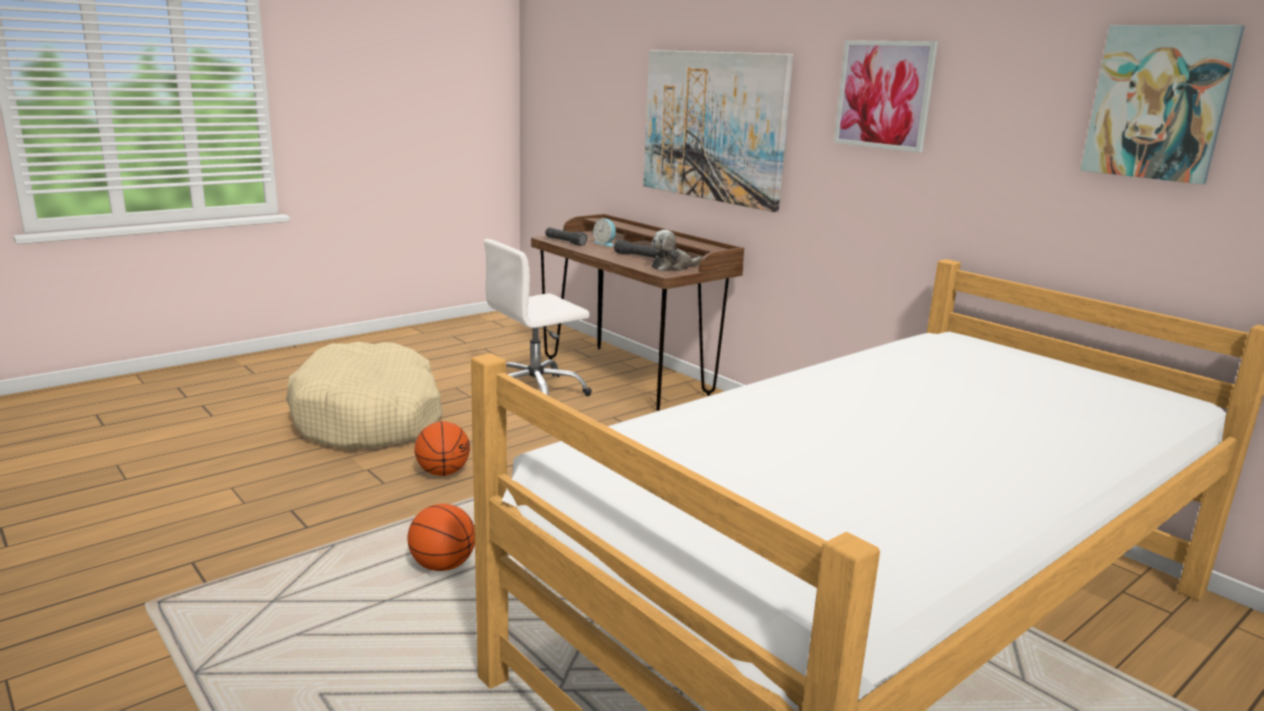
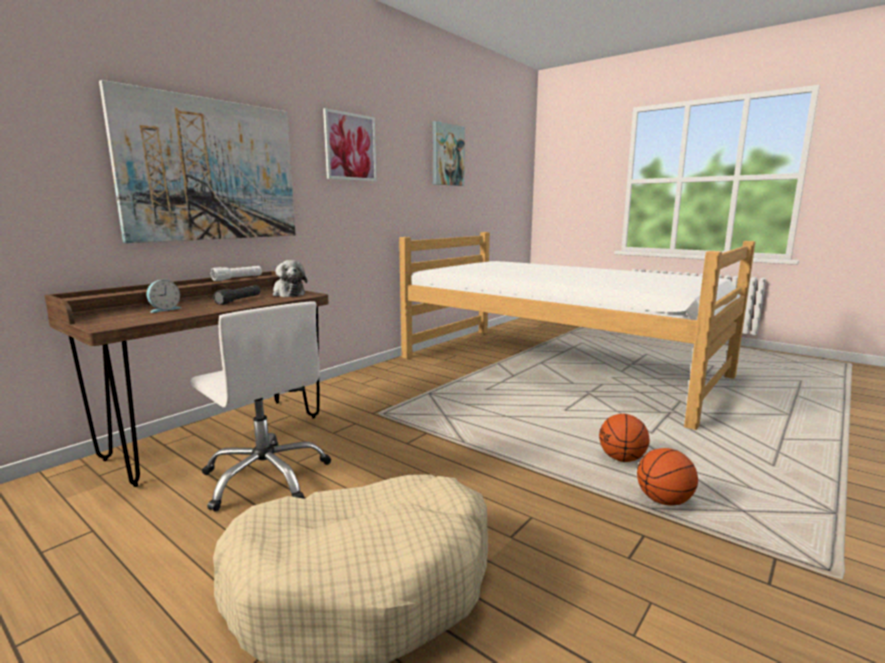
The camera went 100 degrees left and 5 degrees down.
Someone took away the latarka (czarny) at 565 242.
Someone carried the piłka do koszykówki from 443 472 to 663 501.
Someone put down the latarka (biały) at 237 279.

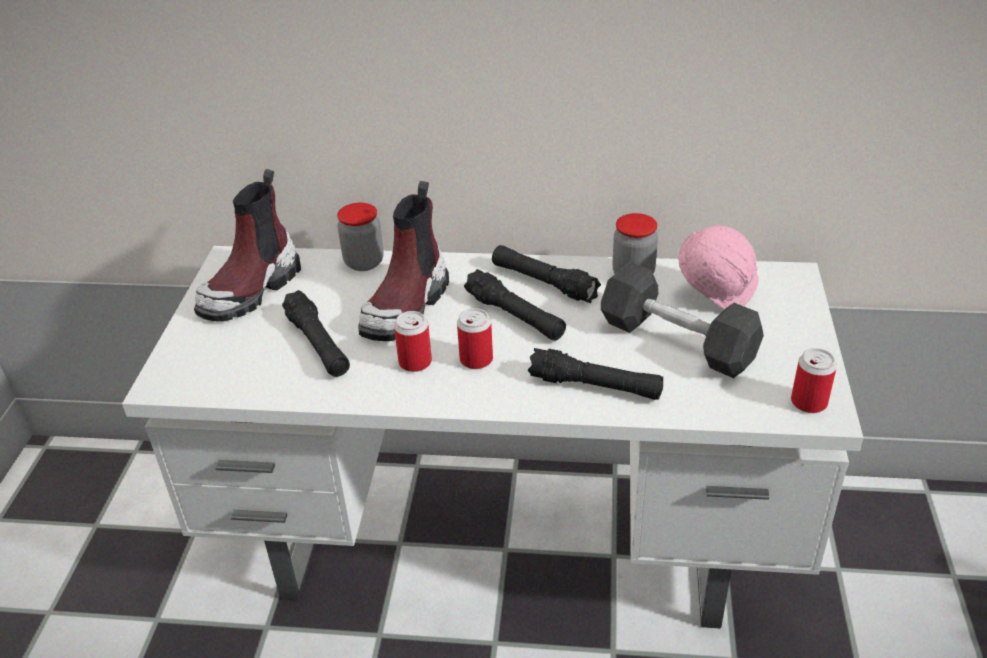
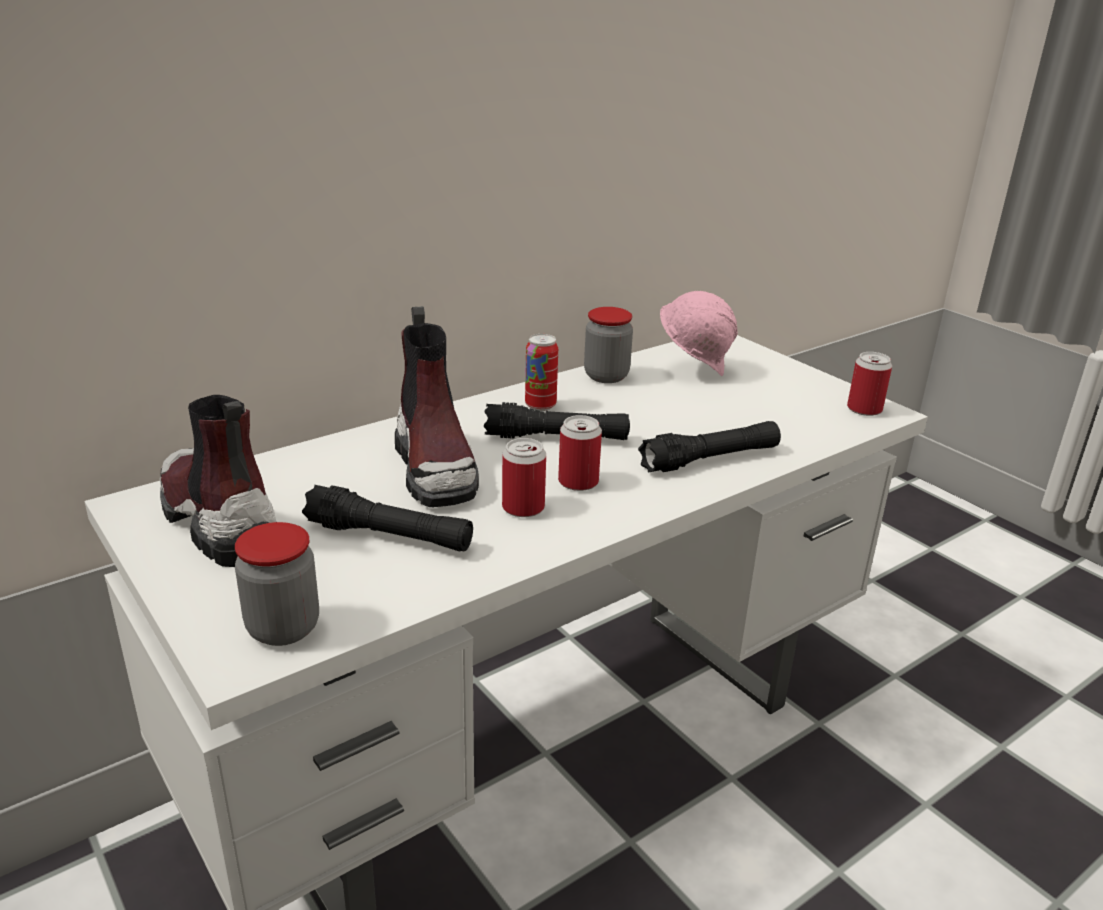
The camera went 45 degrees left and 10 degrees down.
Someone rotated the but z cholewką at 252 290 by 150 degrees clockwise.
Someone carried the słoik from 364 262 to 283 628.
Someone swapped the latarka (czarny) at 544 283 for the puszka at 540 406.
Someone took away the hantel (szary) at 677 341.

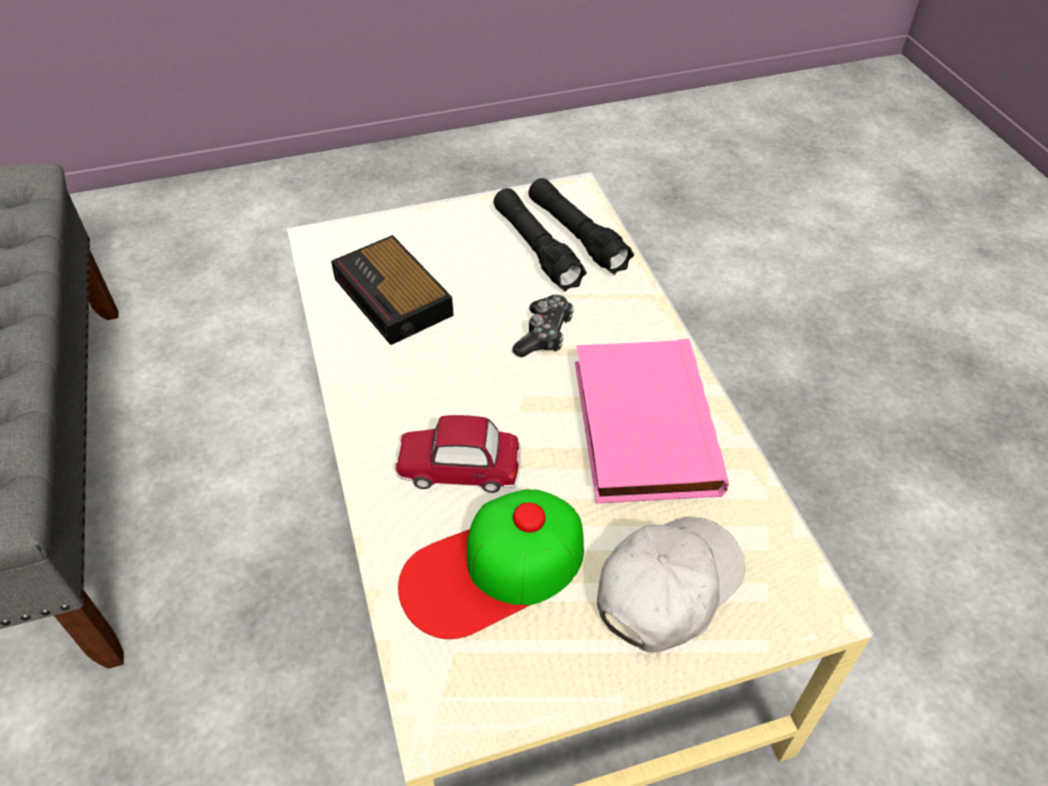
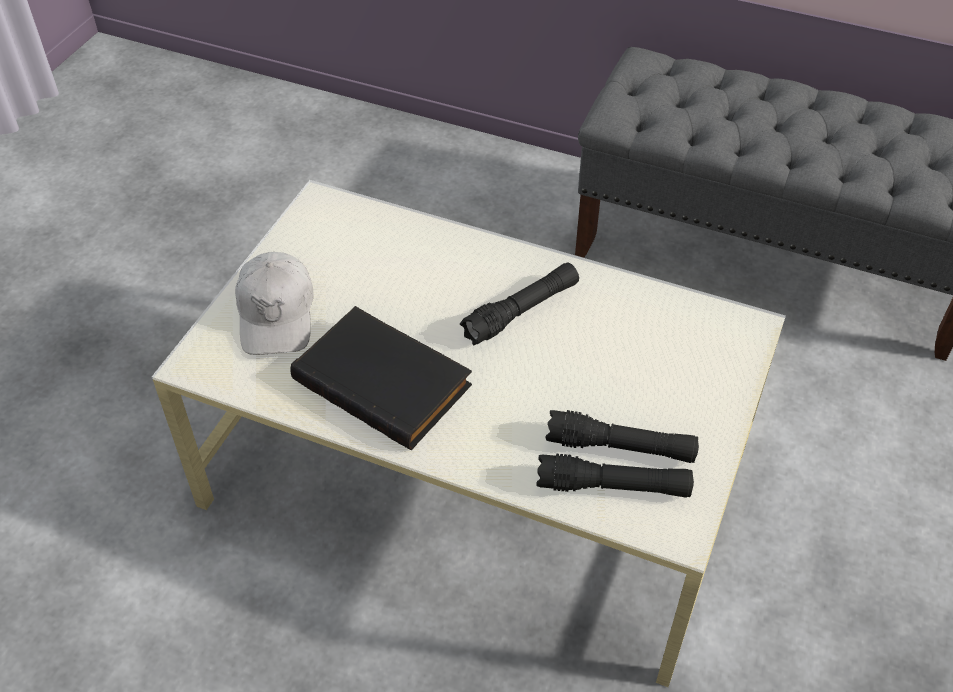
The camera went 130 degrees right and 0 degrees up.
Someone took away the budzik at 394 298.
Someone took away the pad do gier at 544 334.
Someone repainted the książka (różowy) at 640 425, which became the książka (czarny) at 385 381.
Someone took away the samochodzik at 459 467.
Someone took away the czapka z daszkiem at 493 570.
Someone put down the latarka (czarny) at 521 312.

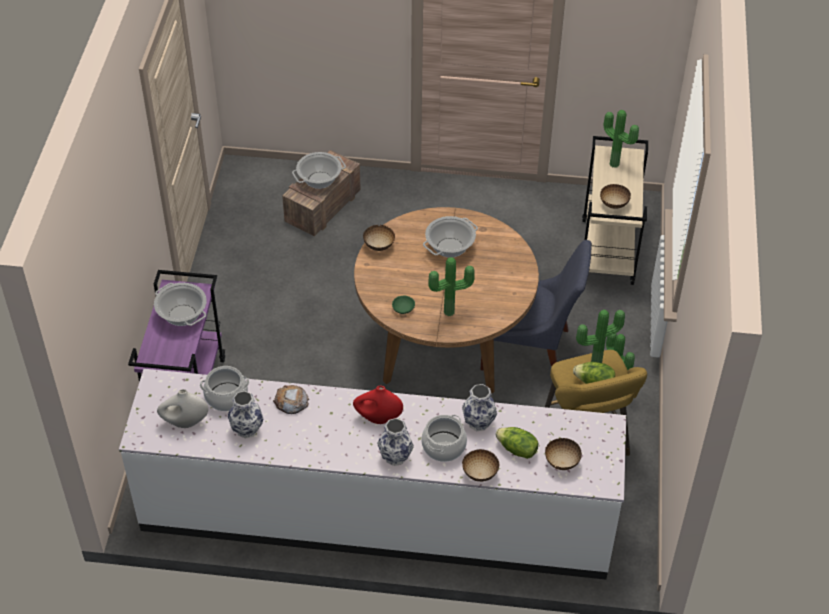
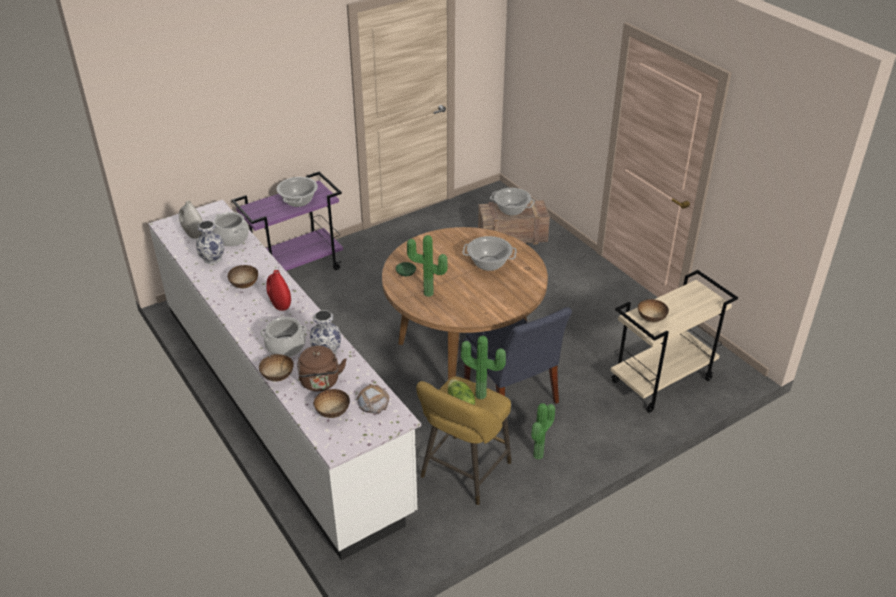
The camera went 50 degrees right and 10 degrees down.
Someone took away the roślina doniczkowa at 615 163.
Someone carried the miska from 379 246 to 244 285.
Someone carried the chleb from 291 401 to 373 402.
Someone took away the wazon at 395 457.
Someone swapped the sałata at 516 450 for the czajnik (brązowy) at 320 383.

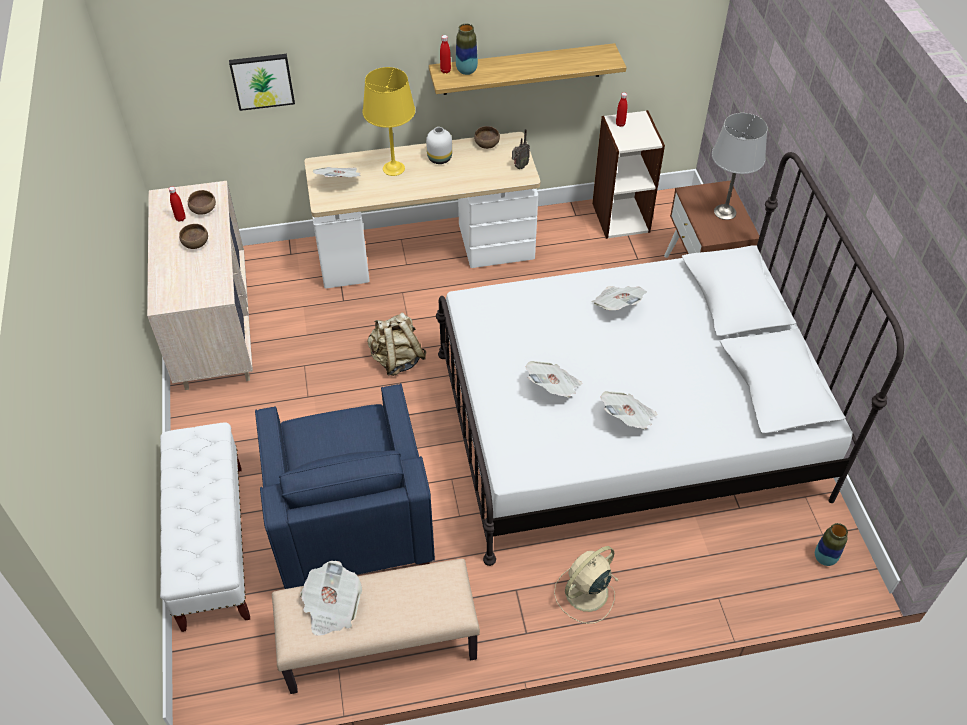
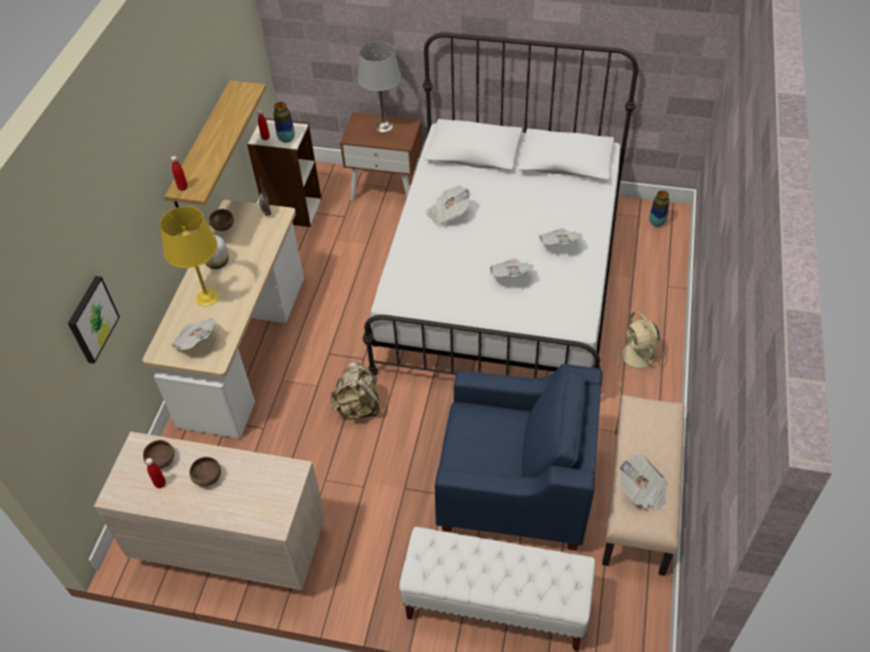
The camera went 65 degrees left and 0 degrees up.
Someone carried the wazon from 466 71 to 286 139.

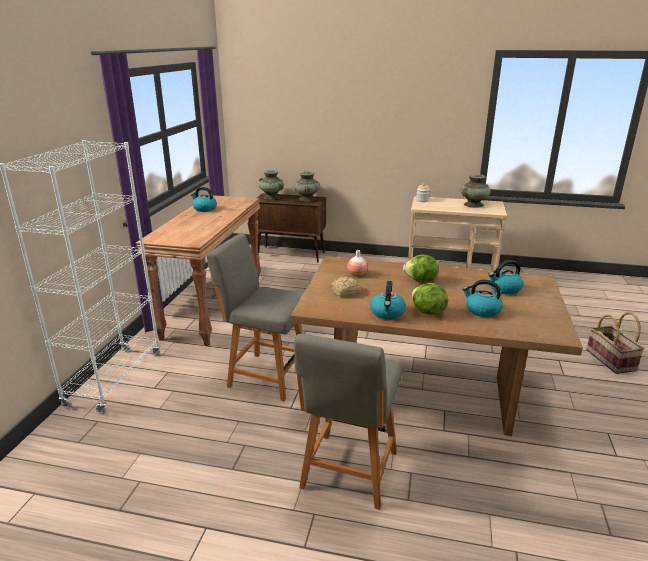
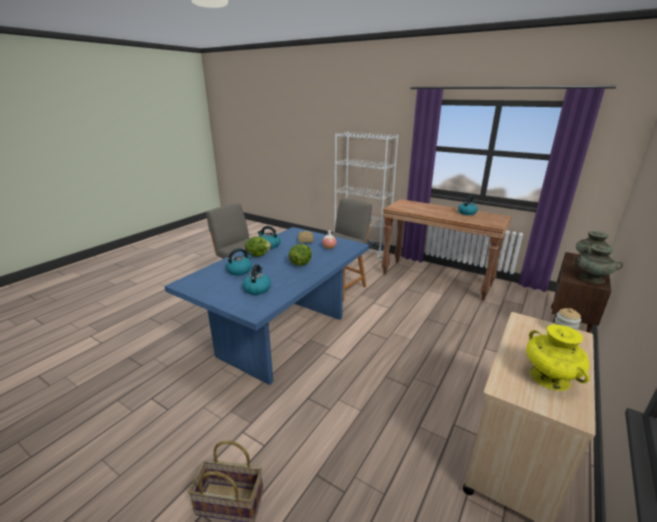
The camera went 110 degrees right and 0 degrees up.
Someone repainted the wazon (turkusowy) at 473 205, which became the wazon (żółty) at 549 377.
Someone repainted the stół jadalny (brązowy) at 421 394, which became the stół jadalny (niebieski) at 283 335.

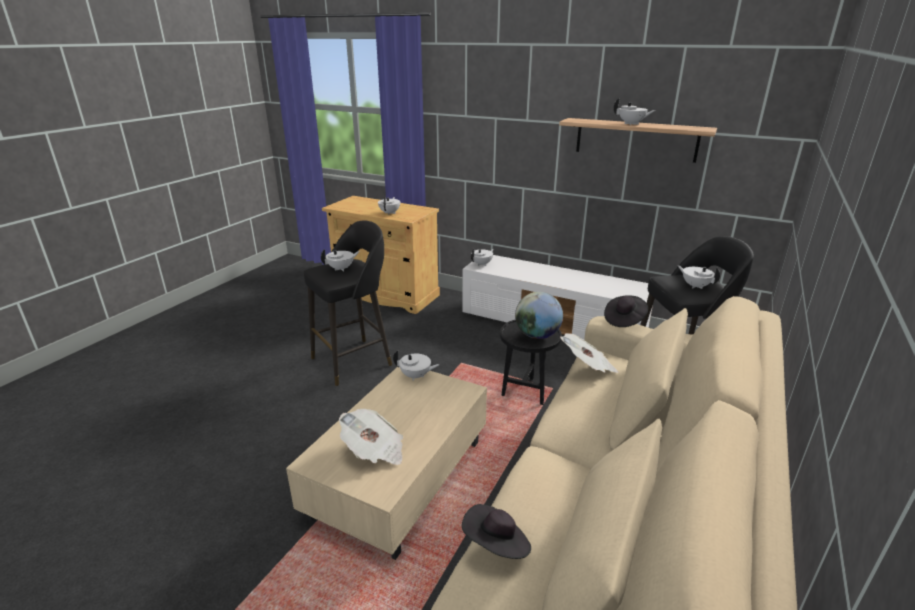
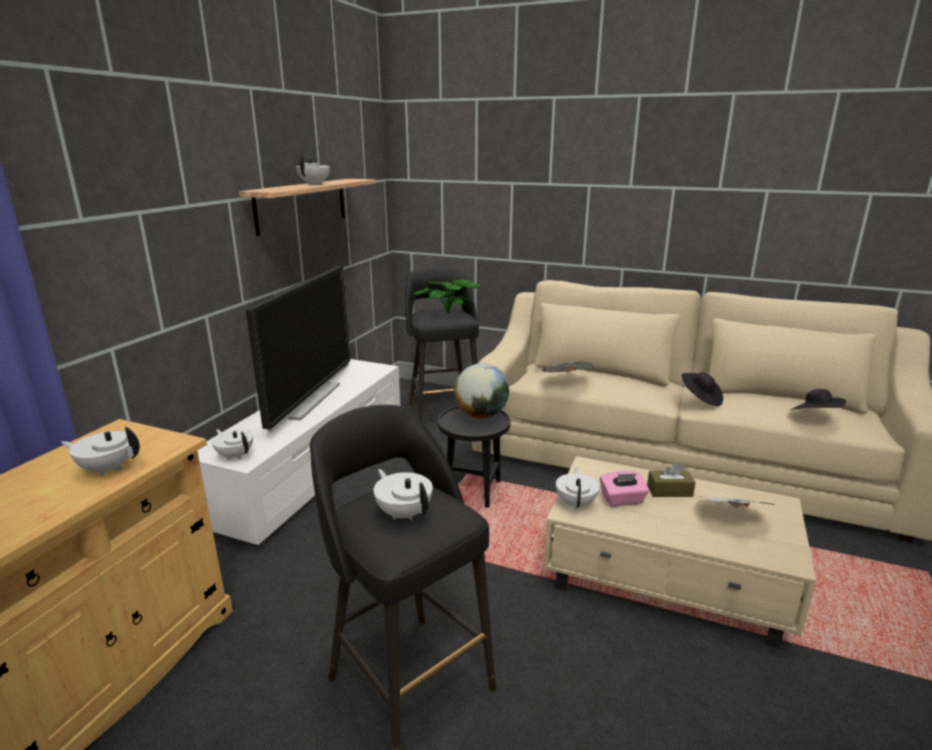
The camera went 95 degrees left and 5 degrees down.
Someone swapped the imbryk (biały) at 695 286 for the roślina doniczkowa at 447 314.
Someone carried the kapelusz (czarny) from 624 319 to 700 398.
Someone put down the telewizor at 308 400.
Someone put down the pudełko chusteczek (brązowy) at 669 491.
Someone put down the pudełko chusteczek (różowy) at 622 500.

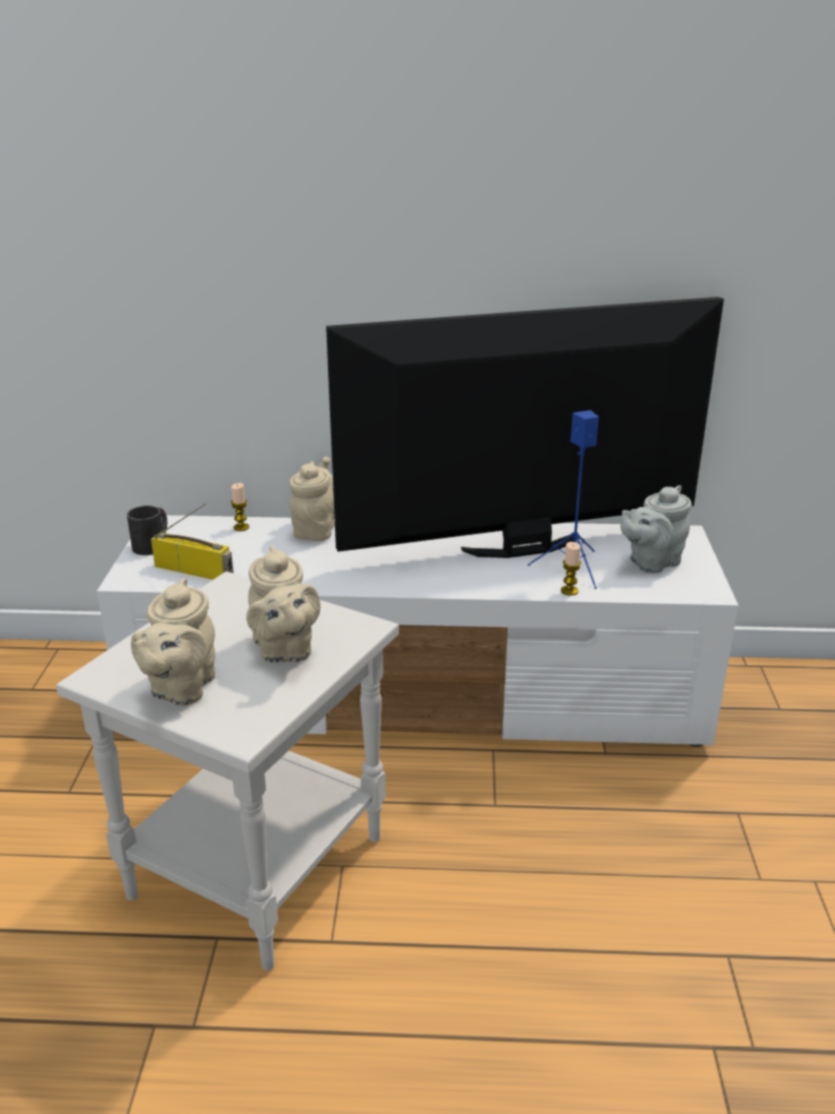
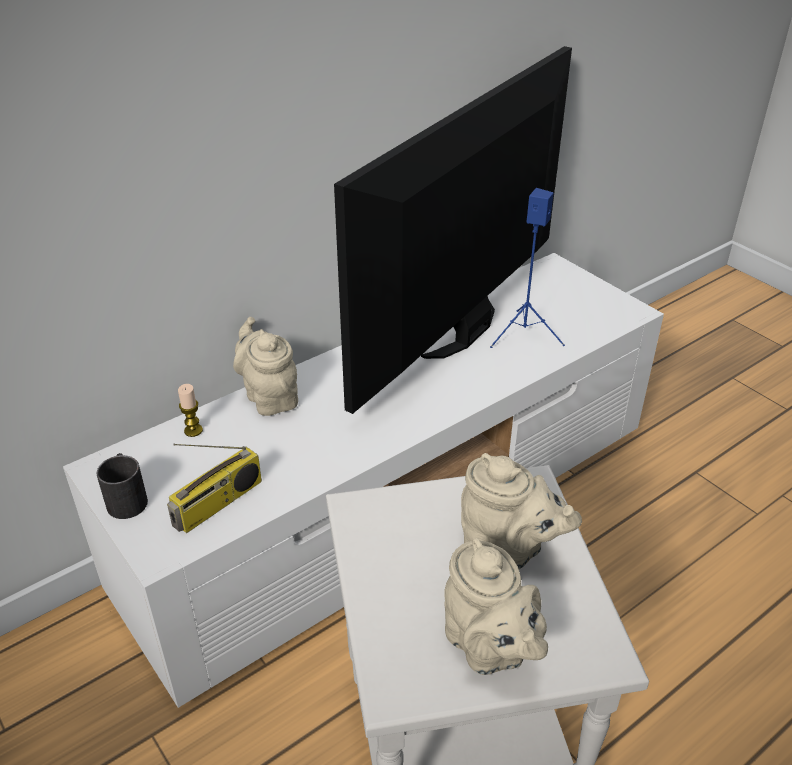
The camera went 40 degrees left and 10 degrees up.
Someone took away the imbryk (szary) at 651 562.
Someone rotated the radio at 195 570 by 150 degrees clockwise.
Someone took away the świeca at 569 591.

